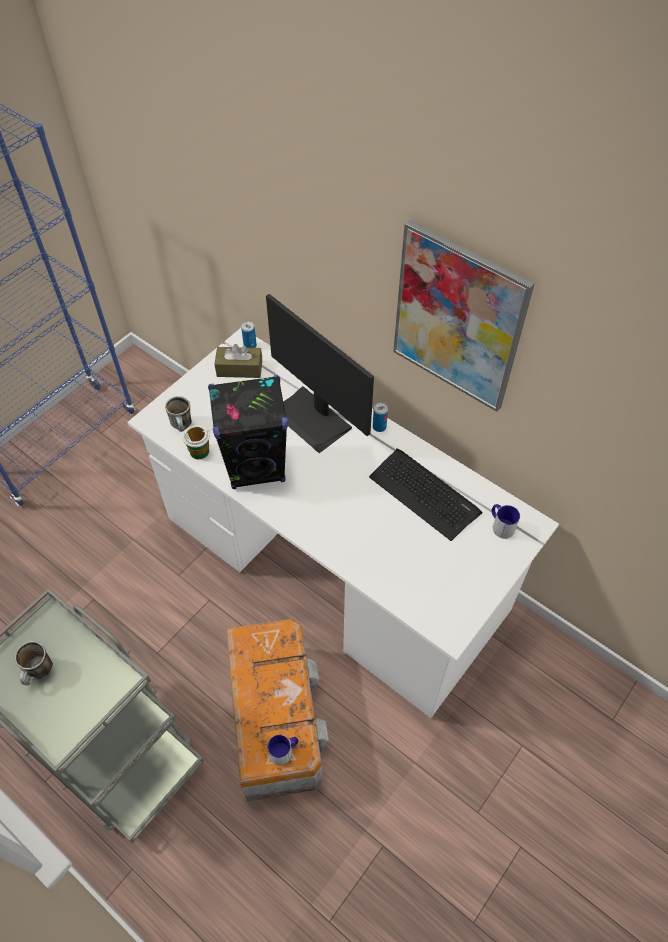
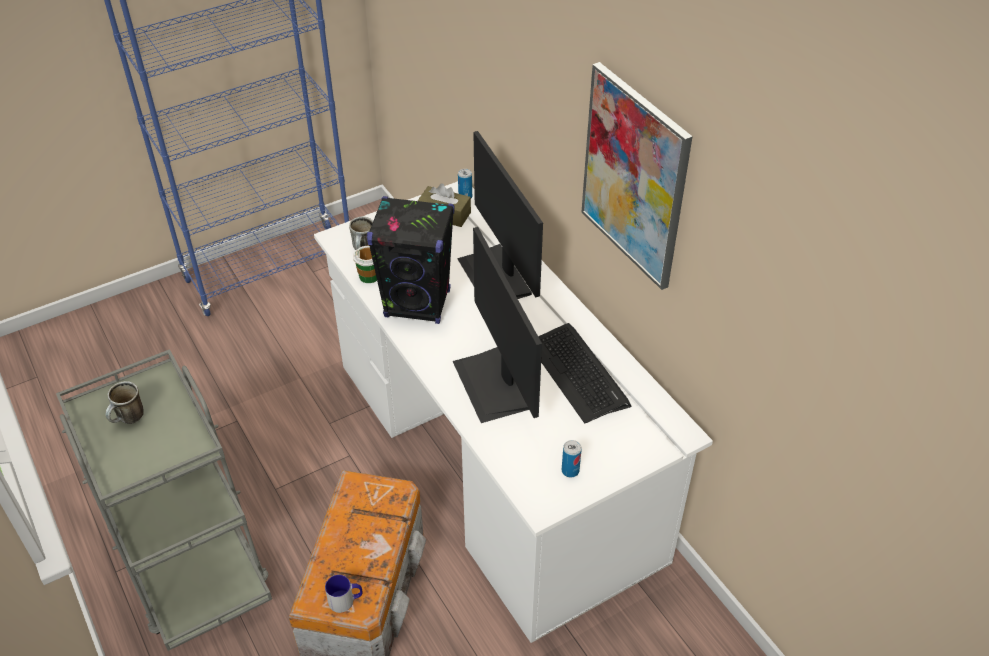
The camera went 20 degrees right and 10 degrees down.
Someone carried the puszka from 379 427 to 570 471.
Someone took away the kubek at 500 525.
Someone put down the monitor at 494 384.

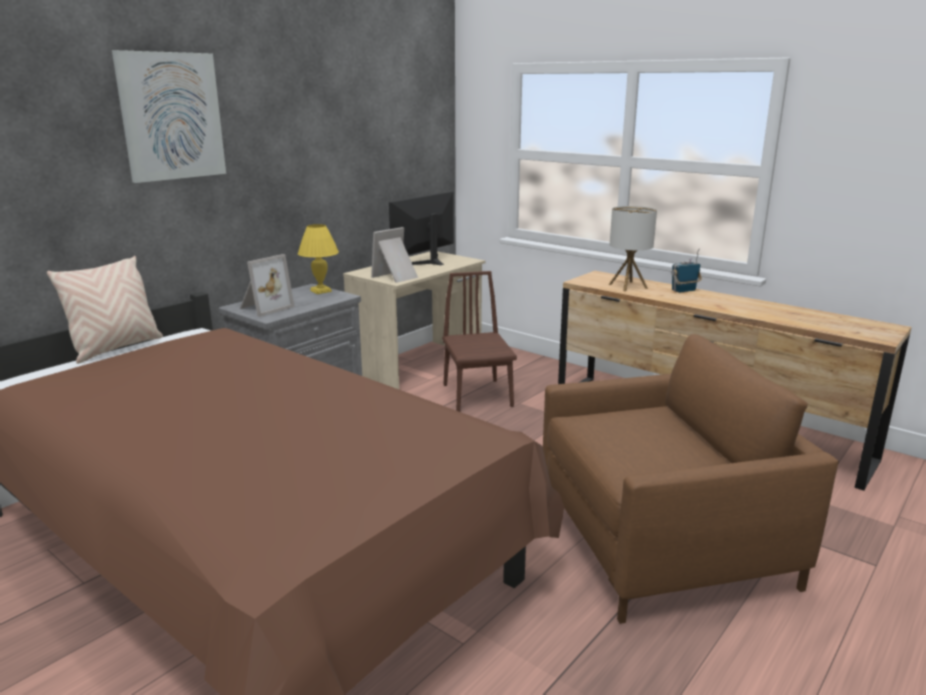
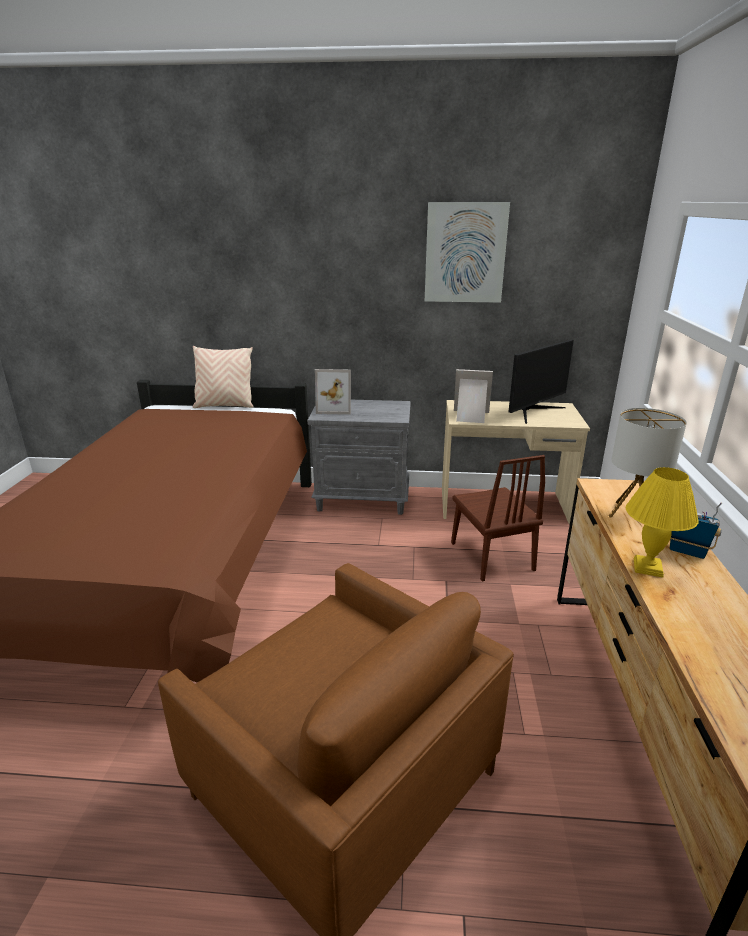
The camera went 55 degrees right and 5 degrees up.
Someone carried the obraz from 171 116 to 465 253.
Someone rotated the monitor at 426 261 by 135 degrees clockwise.
Someone carried the lampa stołowa (żółty) from 320 291 to 647 567.
Someone rotated the krzesło (brązowy) at 477 395 by 120 degrees clockwise.

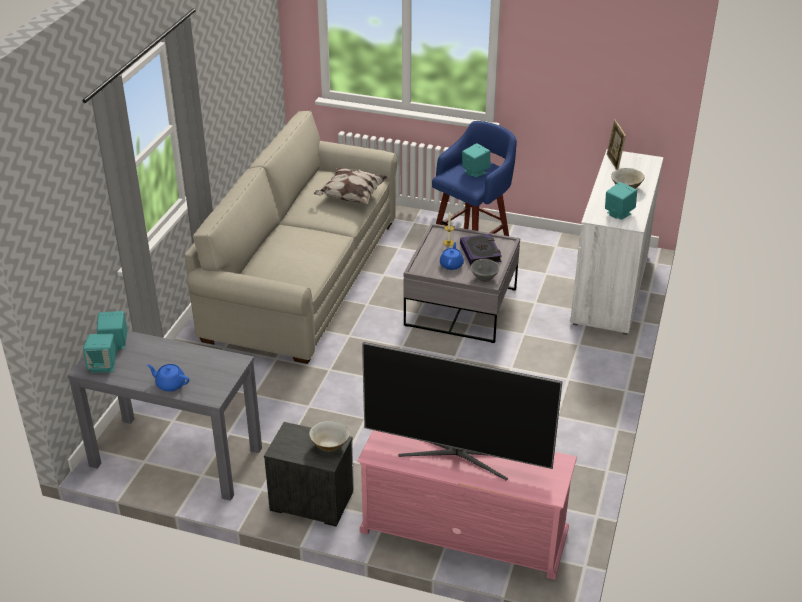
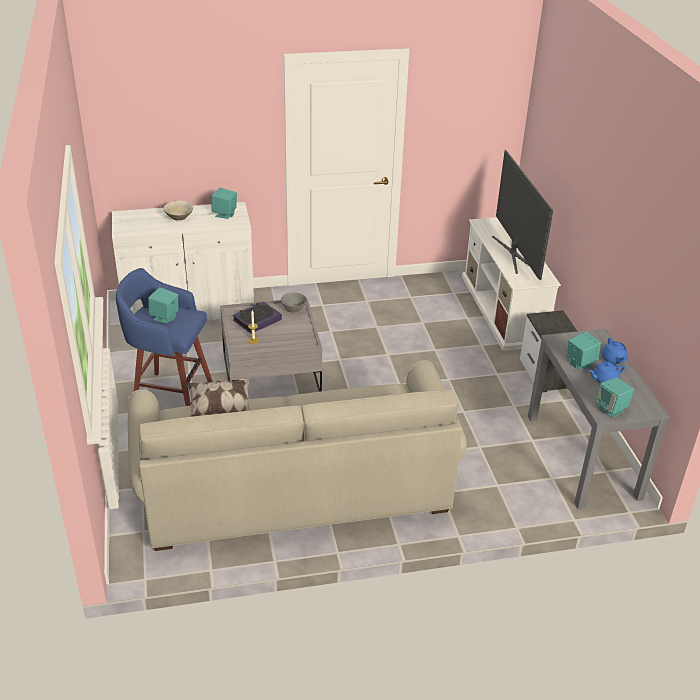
The camera went 120 degrees left and 0 degrees up.
Someone took away the ramka na zdjęcie at 613 162.
Someone carried the imbryk (niebieski) from 451 264 to 604 379.
Someone carried the głośnik (turkusowy) from 103 366 to 580 363.
Someone took away the miska (beżowy) at 329 445.
Someone repainted the szafka pod telewizor (różowy) at 462 531, which became the szafka pod telewizor (biały) at 504 310.

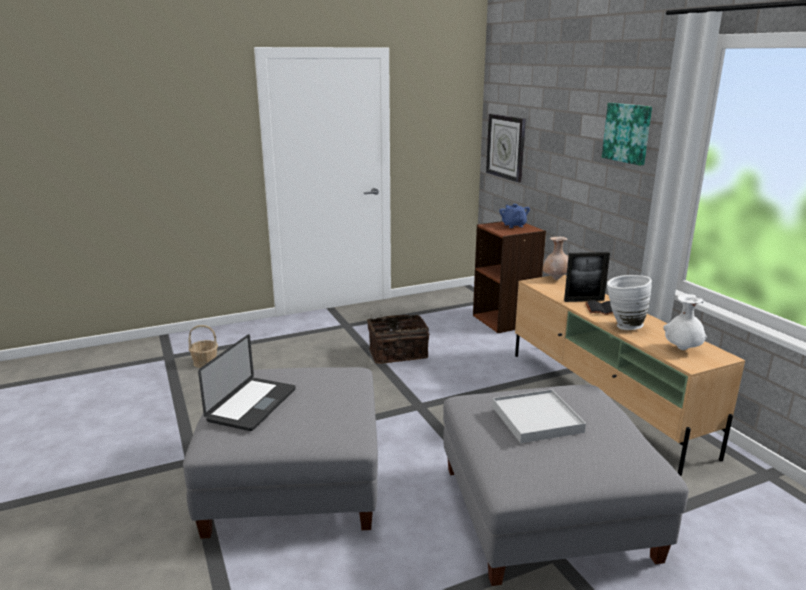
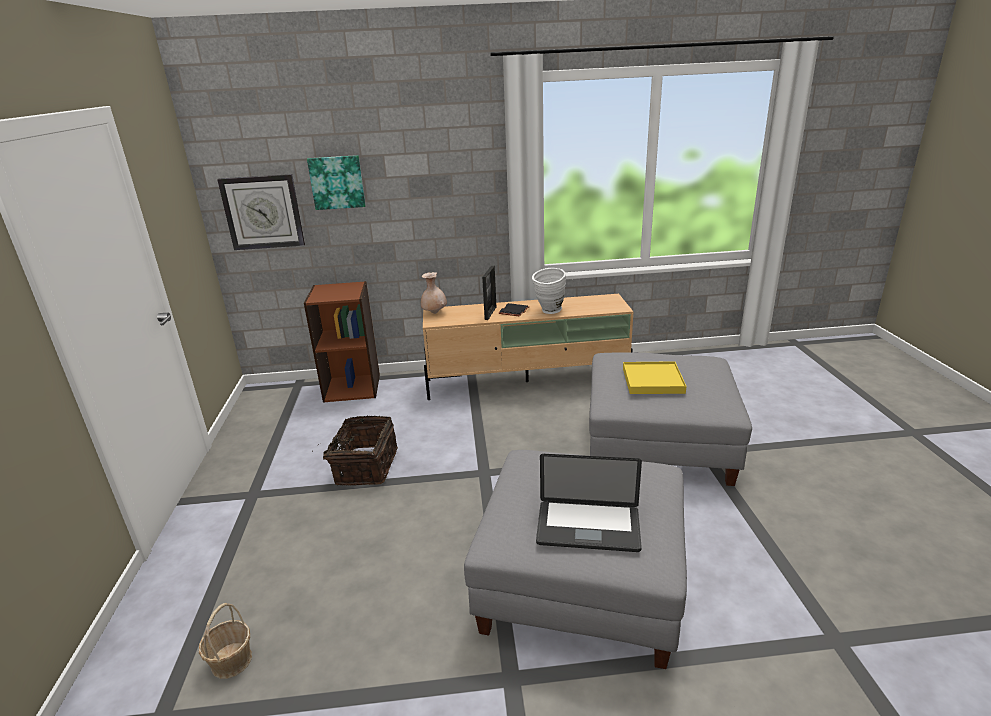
The camera went 70 degrees left and 5 degrees up.
Someone carried the obraz from 628 133 to 337 182.
Someone took away the imbryk (niebieski) at 513 225.
Someone took away the wazon (biały) at 682 349.
Someone rotated the laptop at 252 405 by 150 degrees clockwise.
Someone repainted the taca (biały) at 536 419, which became the taca (żółty) at 652 380.

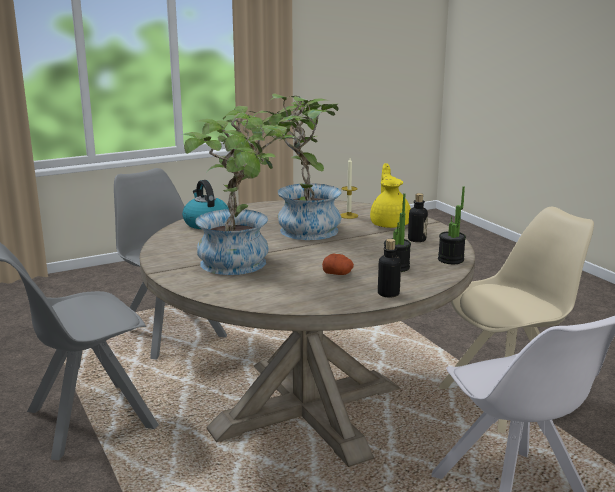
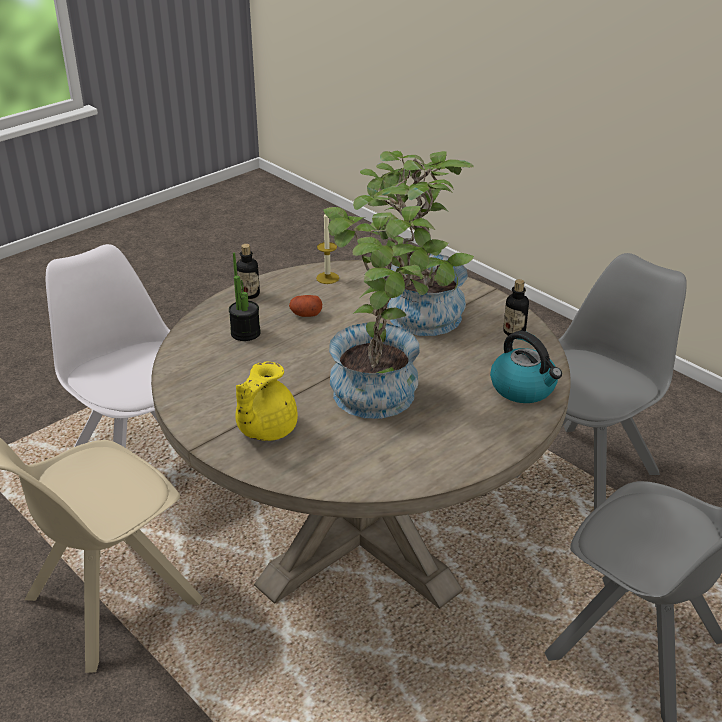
The camera went 165 degrees right and 15 degrees up.
Someone carried the świeca from 348 215 to 327 278.
Someone rotated the imbryk (żółty) at 390 224 by 45 degrees clockwise.
Someone took away the roślina doniczkowa at 450 260.
Someone carried the butelka from 417 239 to 514 332.

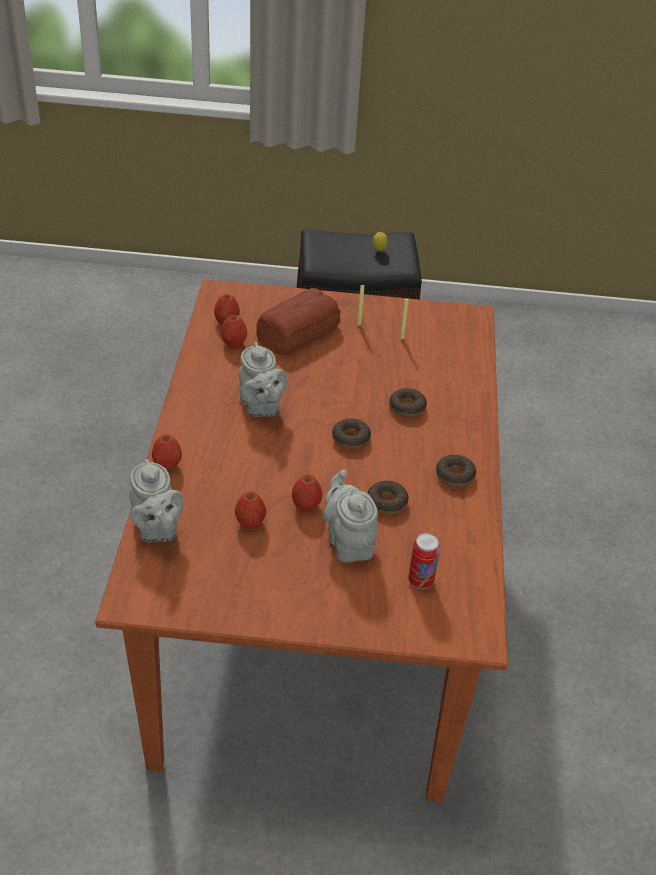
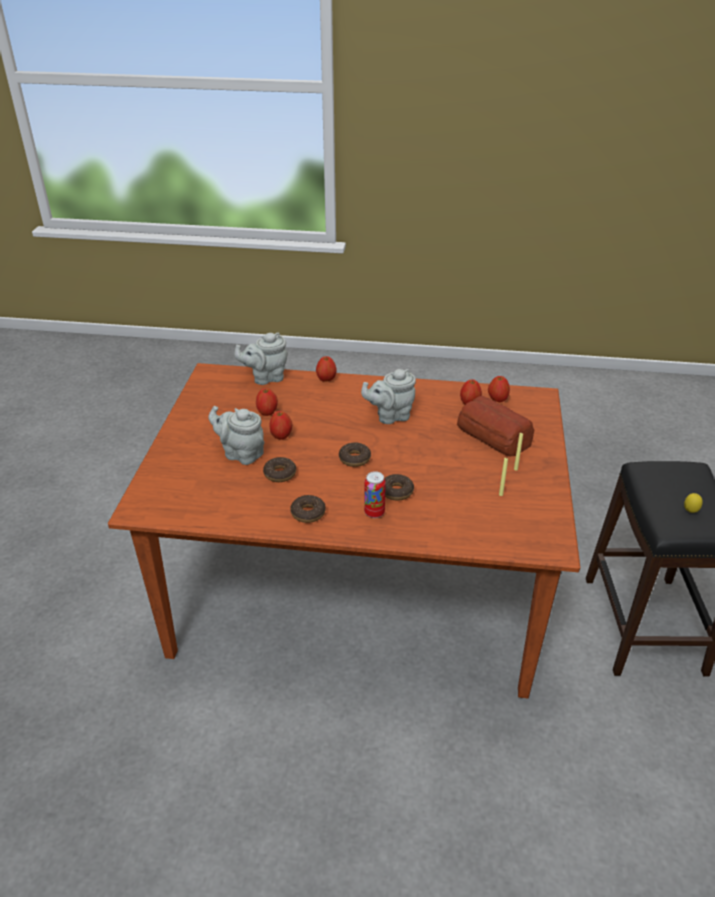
The camera went 95 degrees right and 5 degrees down.
Someone rotated the imbryk (szary) at 348 542 by 135 degrees counterclockwise.
Someone carried the puszka from 420 581 to 374 513.

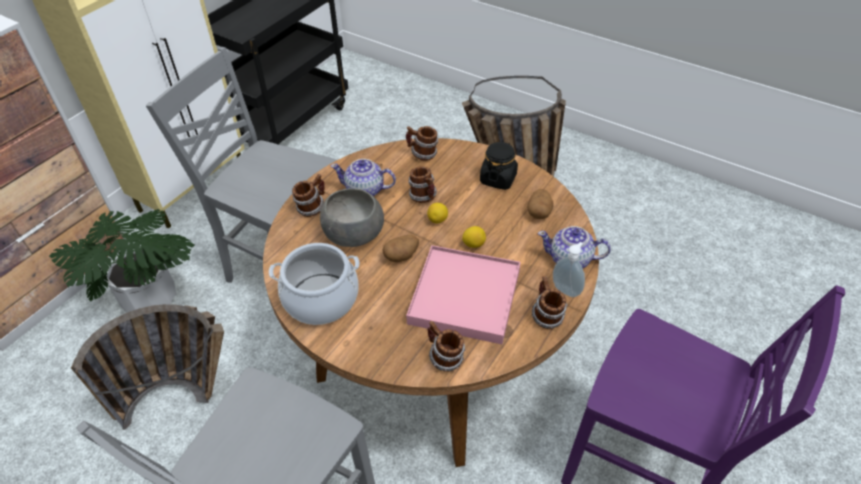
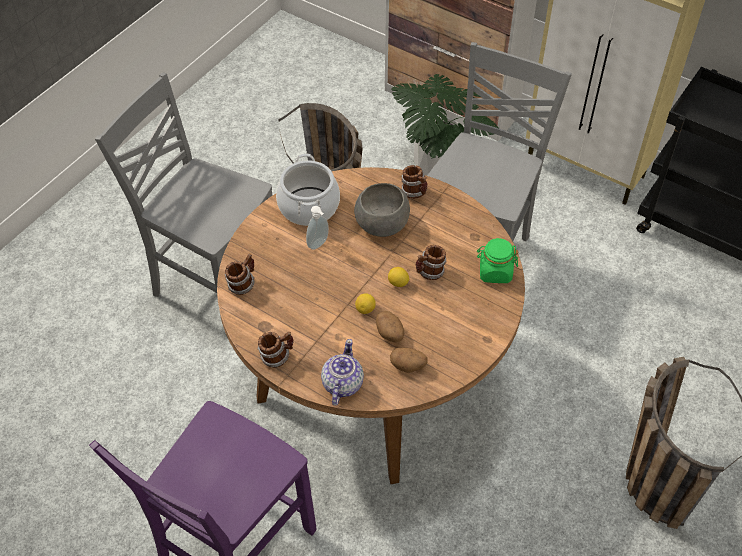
The camera went 90 degrees right and 5 degrees up.
Someone swapped the kubek at 422 154 for the słoik (zielony) at 495 272.
Someone took away the słoik (czarny) at 498 179.
Someone took away the imbryk at 365 190.
Someone carried the ziemniak from 401 256 to 390 334.
Someone carried the dozownik mydła from 566 289 to 319 244.
Someone took away the taca (różowy) at 464 297.

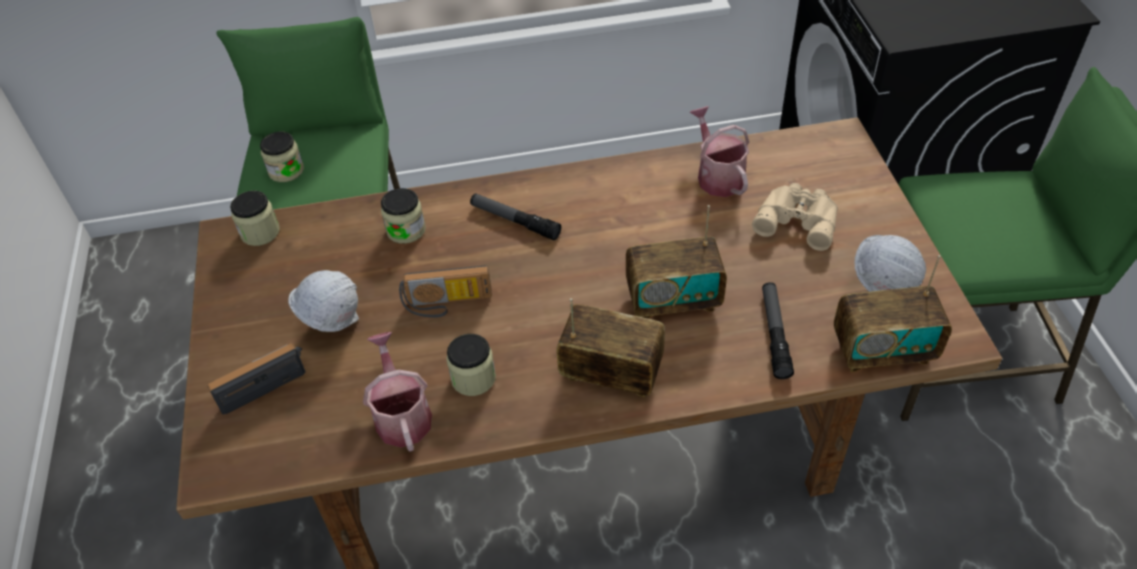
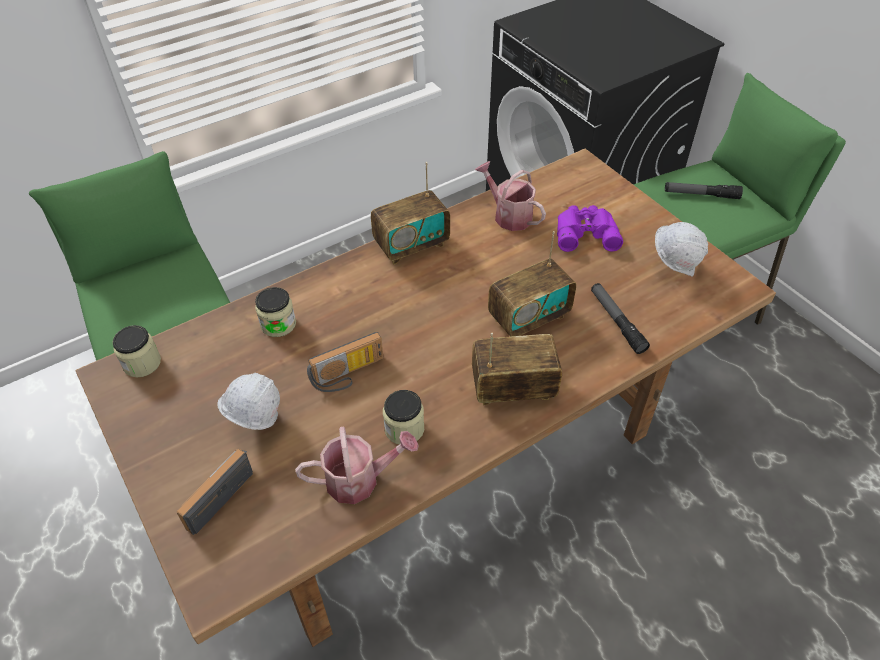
The camera went 25 degrees left and 0 degrees up.
Someone took away the słoik at 286 170.
Someone repainted the lornetka (beżowy) at 797 219, which became the lornetka (fioletowy) at 585 232.
Someone carried the latarka from 515 221 to 701 194.
Someone carried the radio from 882 350 to 411 245.
Someone rotated the konewka at 401 415 by 120 degrees clockwise.

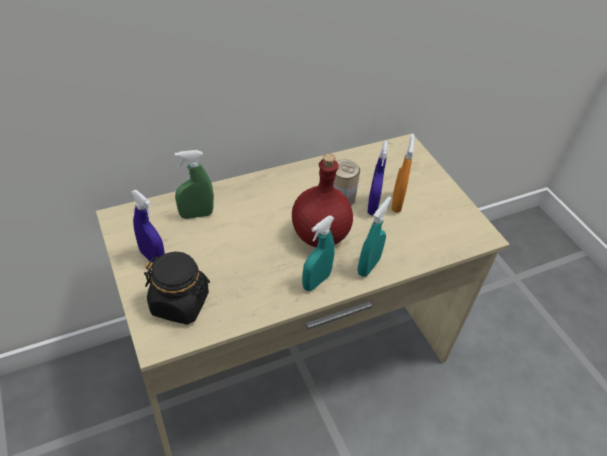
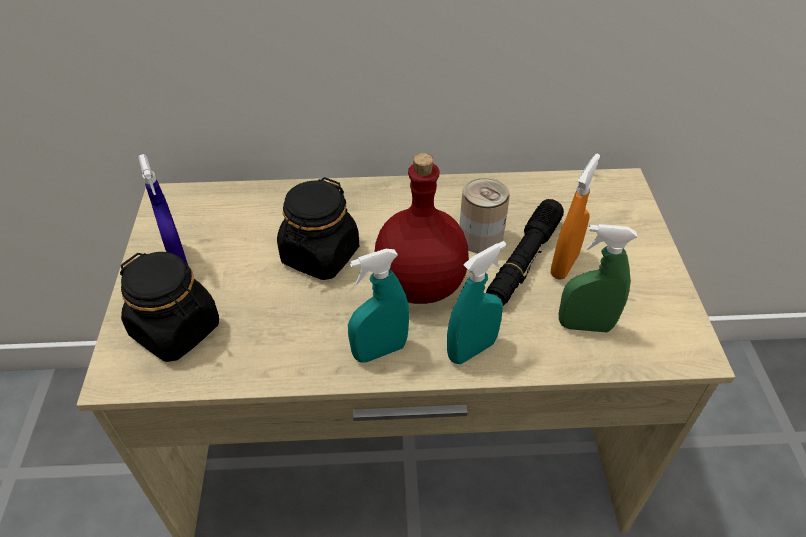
The camera went 25 degrees right and 0 degrees up.
Someone swapped the spryskiwacz (niebieski) at 372 206 for the latarka (czarny) at 523 261.
Someone carried the spryskiwacz (zielony) from 196 215 to 585 325.
Someone put down the słoik (czarny) at 320 255.

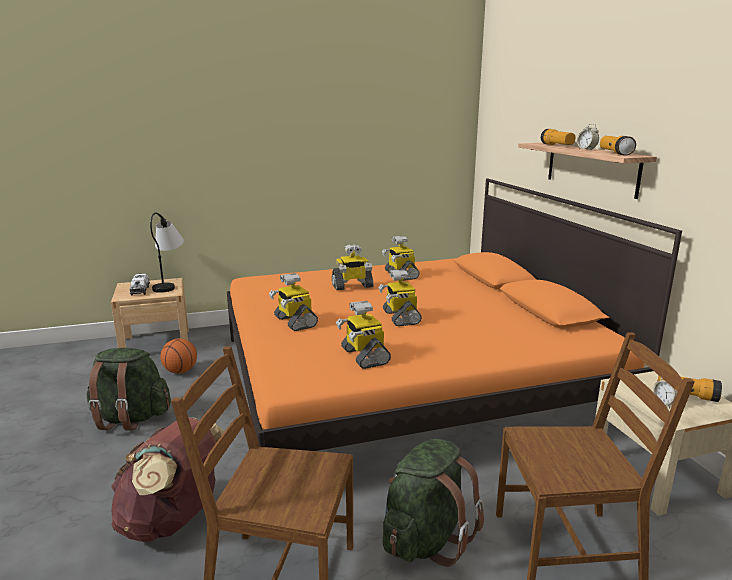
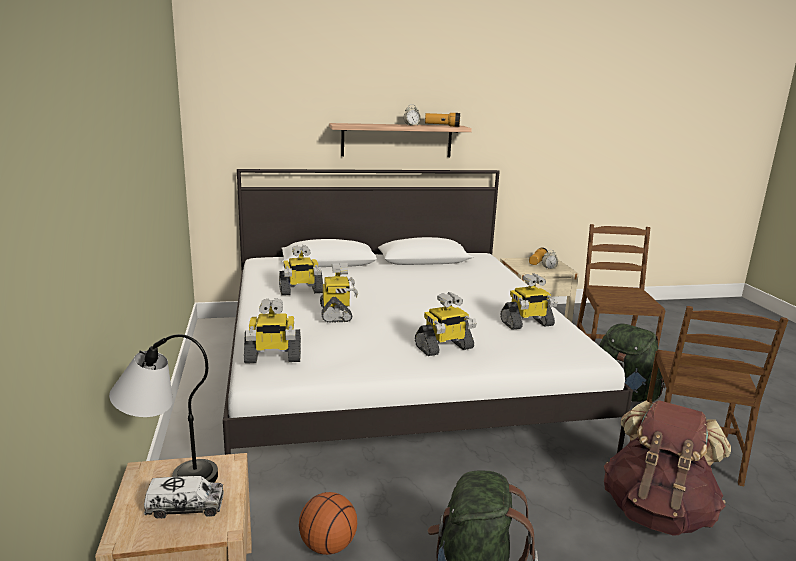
The camera went 85 degrees left and 0 degrees up.
Someone took away the latarka at 557 145.
Someone repainted the łóżko (pomarańczowy) at 406 380, which became the łóżko (biały) at 395 375.
Someone carried the robot zabawkowy from 400 317 to 272 357.

